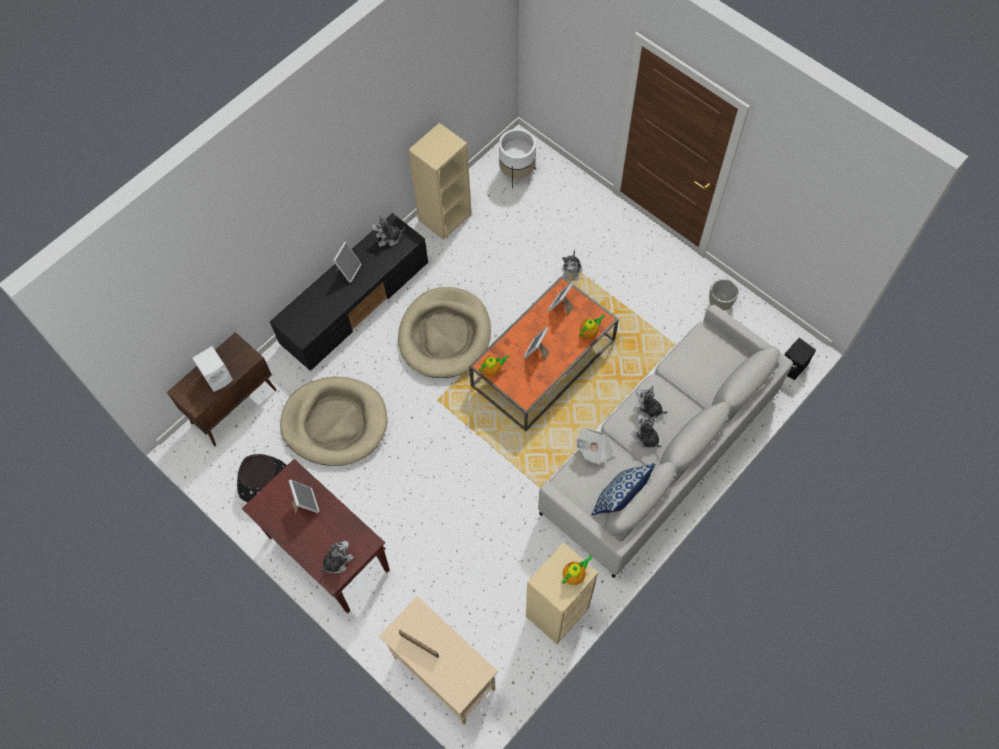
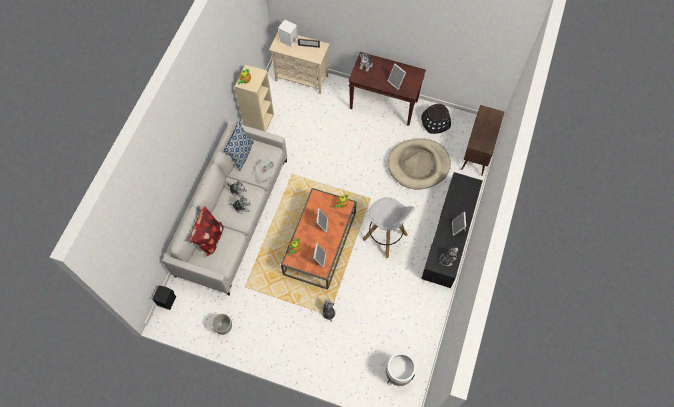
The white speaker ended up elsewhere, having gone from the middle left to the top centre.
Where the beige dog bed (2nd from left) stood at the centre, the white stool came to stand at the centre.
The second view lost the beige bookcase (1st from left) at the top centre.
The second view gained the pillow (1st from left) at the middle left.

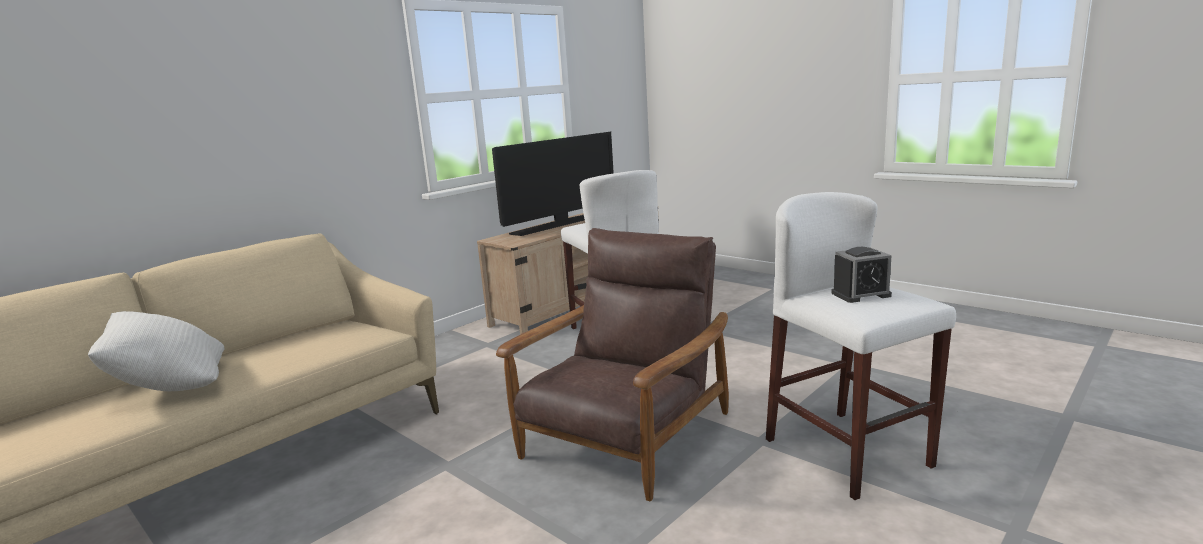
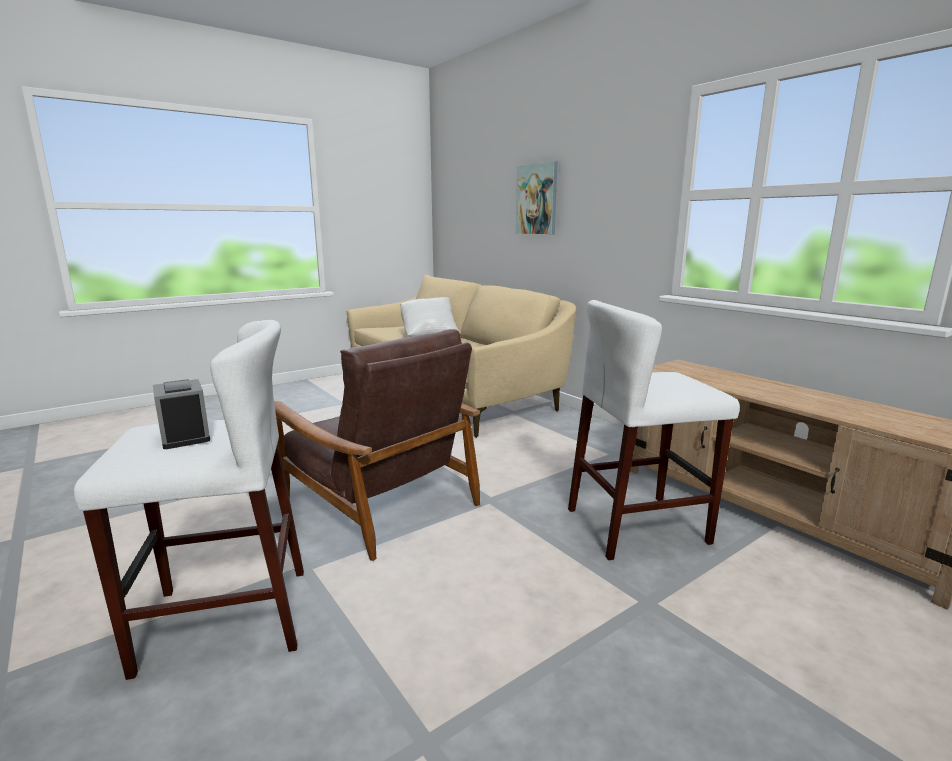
The second view lost the television at the centre.
The alarm clock at the middle right ended up facing another way, 150 degrees clockwise from before.
The second view gained the picture at the top centre.

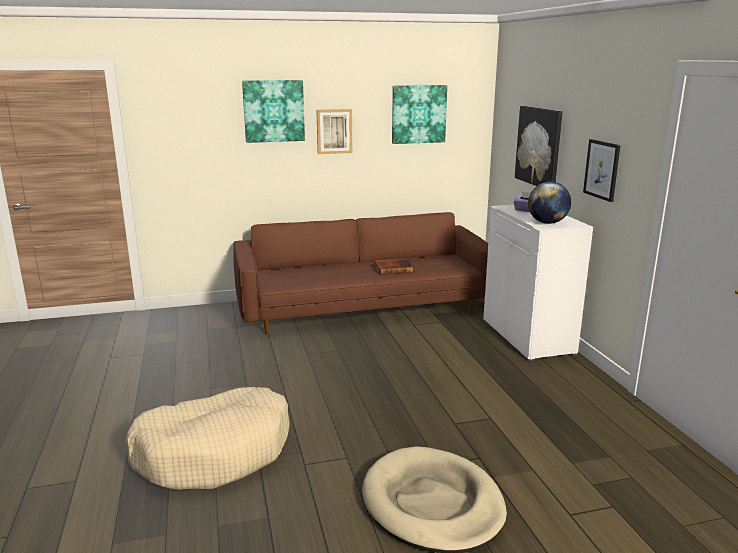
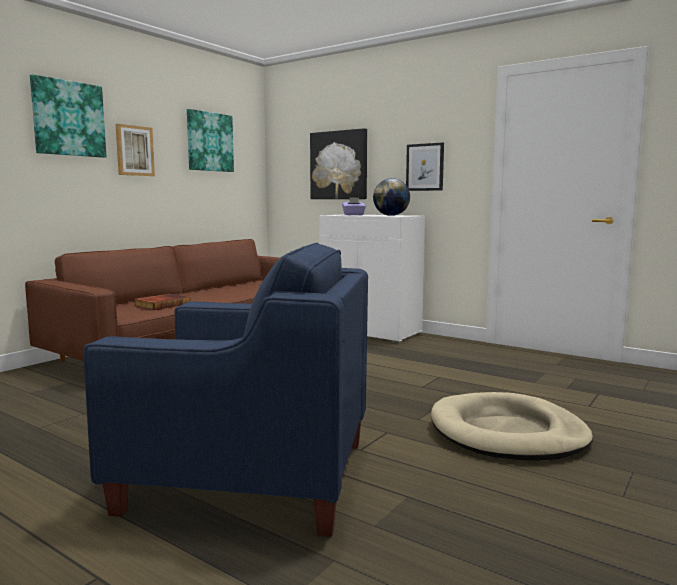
Where the beige dog bed (1st from left) stood at the bottom left, the blue armchair came to stand at the bottom left.
The book ended up elsewhere, having gone from the centre to the middle left.

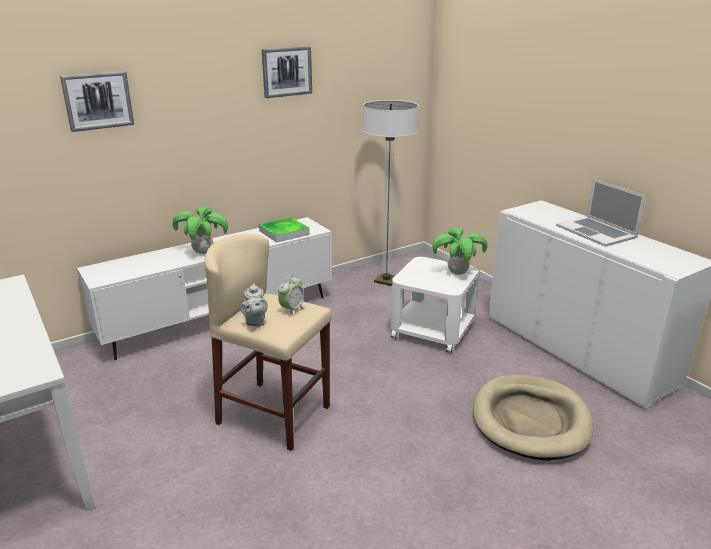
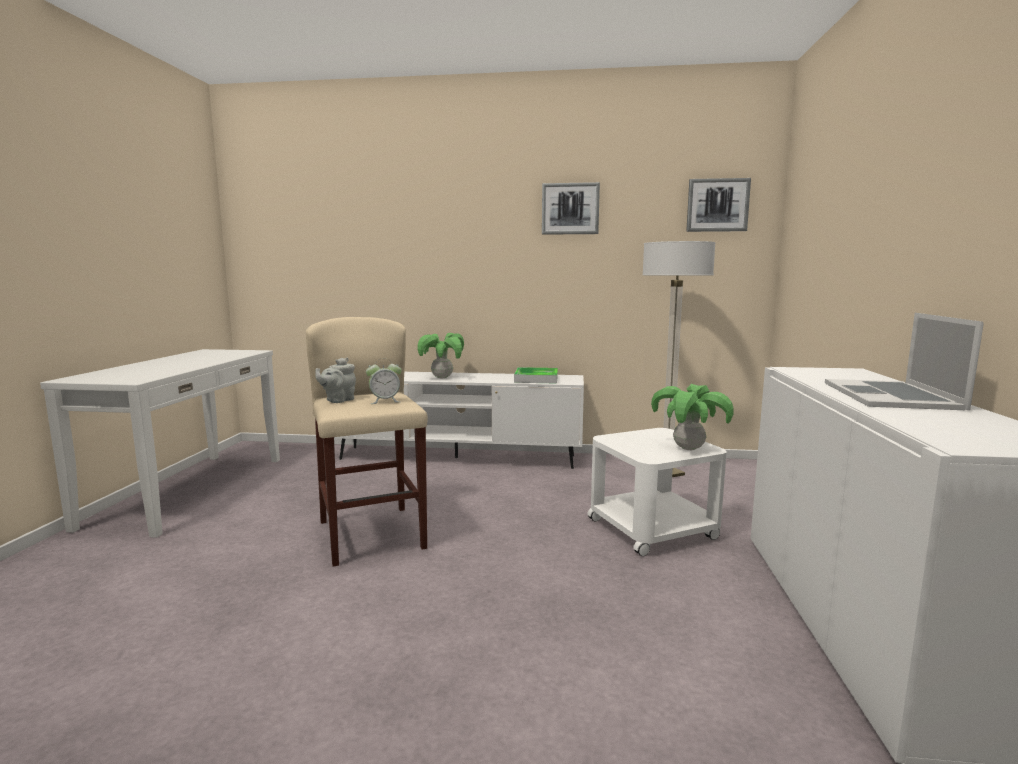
The picture (1st from left in the first image) ended up elsewhere, having gone from the top left to the top right.
The second view lost the beige dog bed at the bottom right.

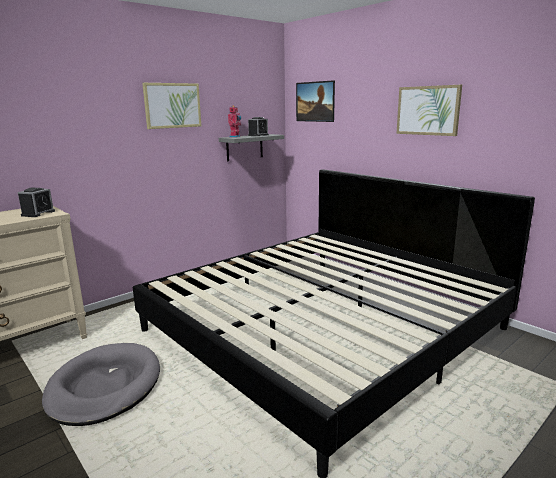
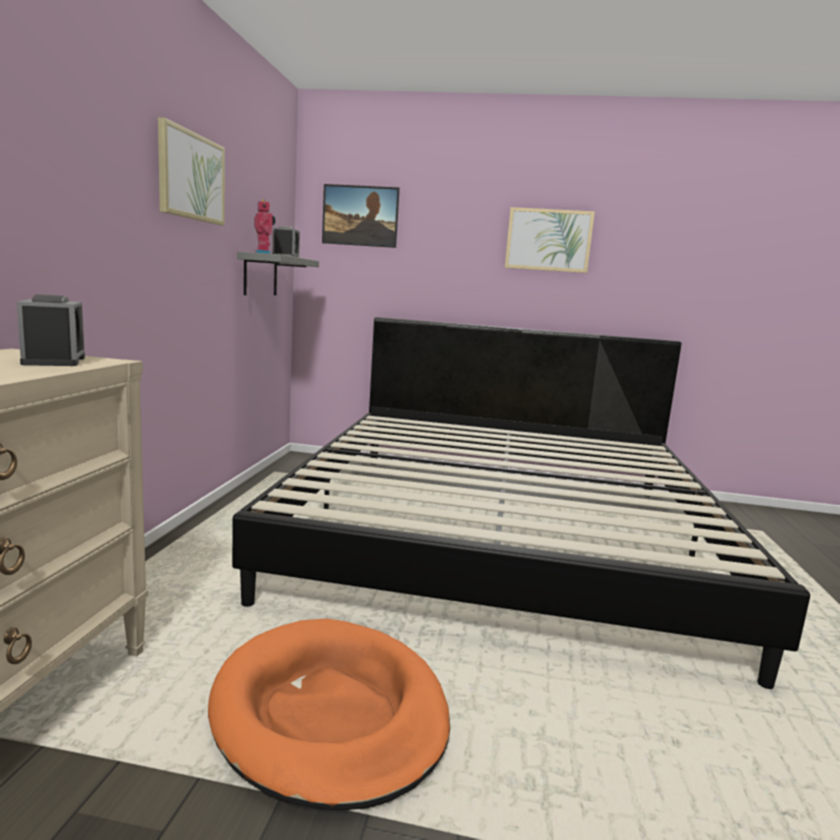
What was the grey dog bed at the bottom left turned into the orange dog bed at the bottom centre.

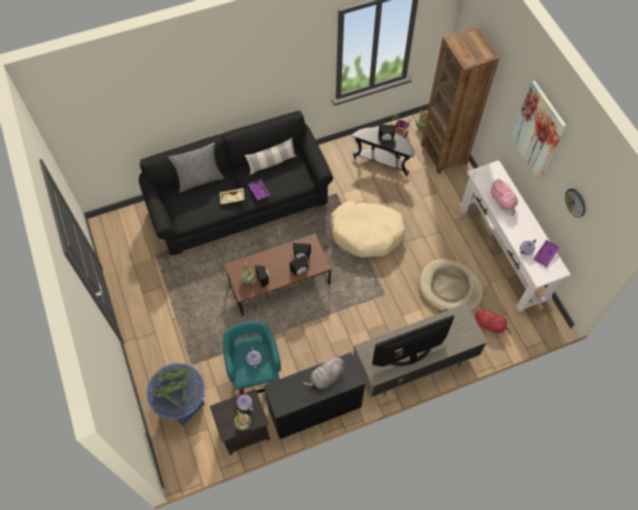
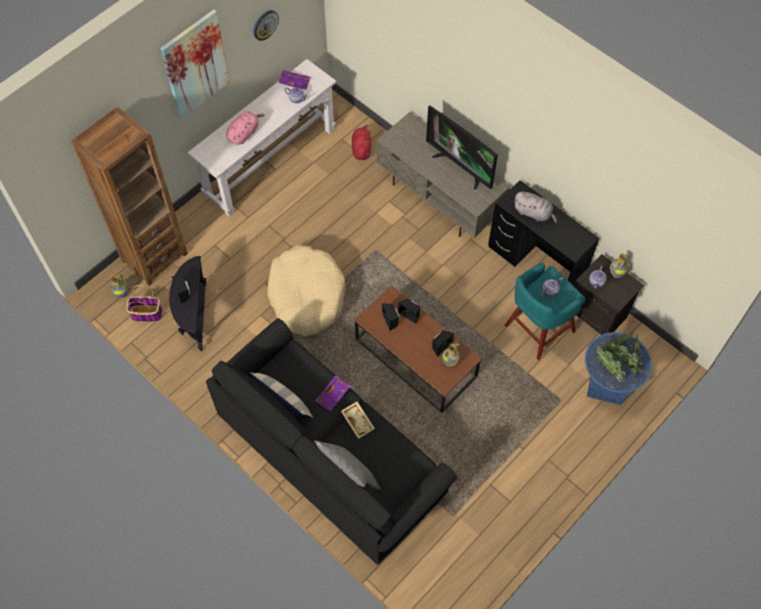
The second view lost the beige dog bed (2nd from left) at the middle right.

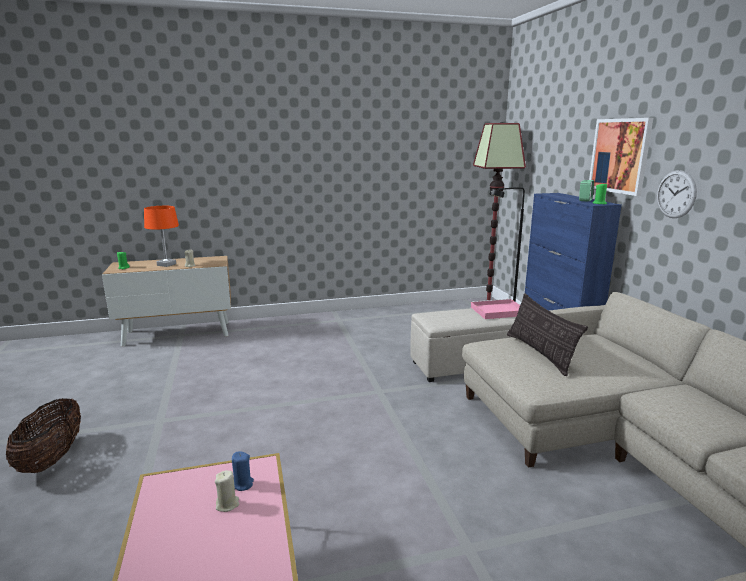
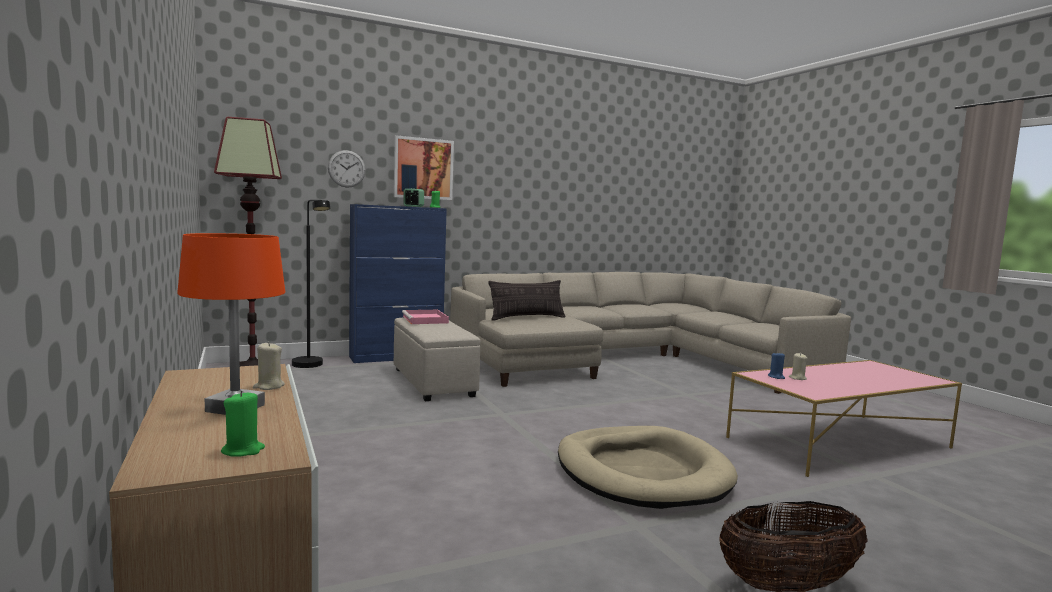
The wall clock ended up elsewhere, having gone from the middle right to the top left.
The second view gained the beige dog bed at the bottom centre.

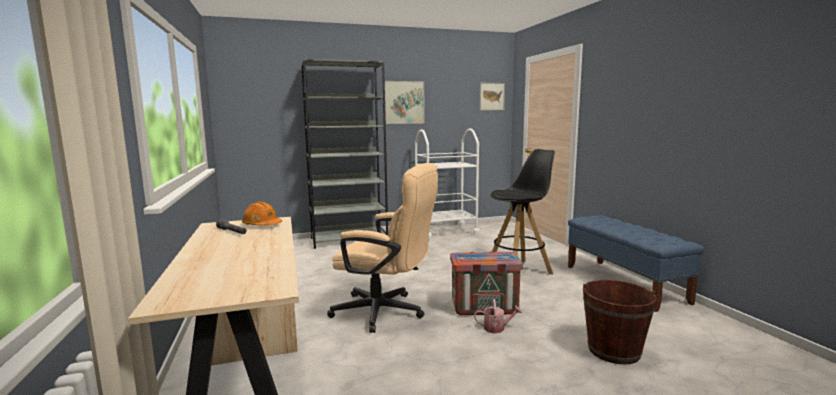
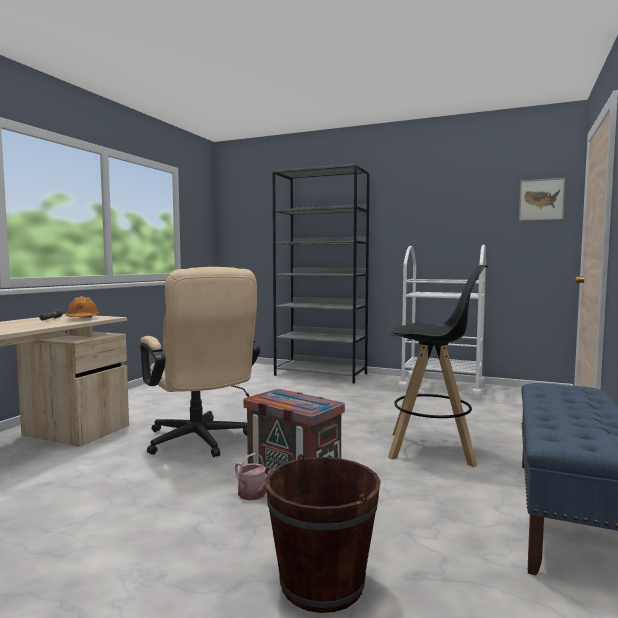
The second view lost the picture (1st from left) at the top centre.

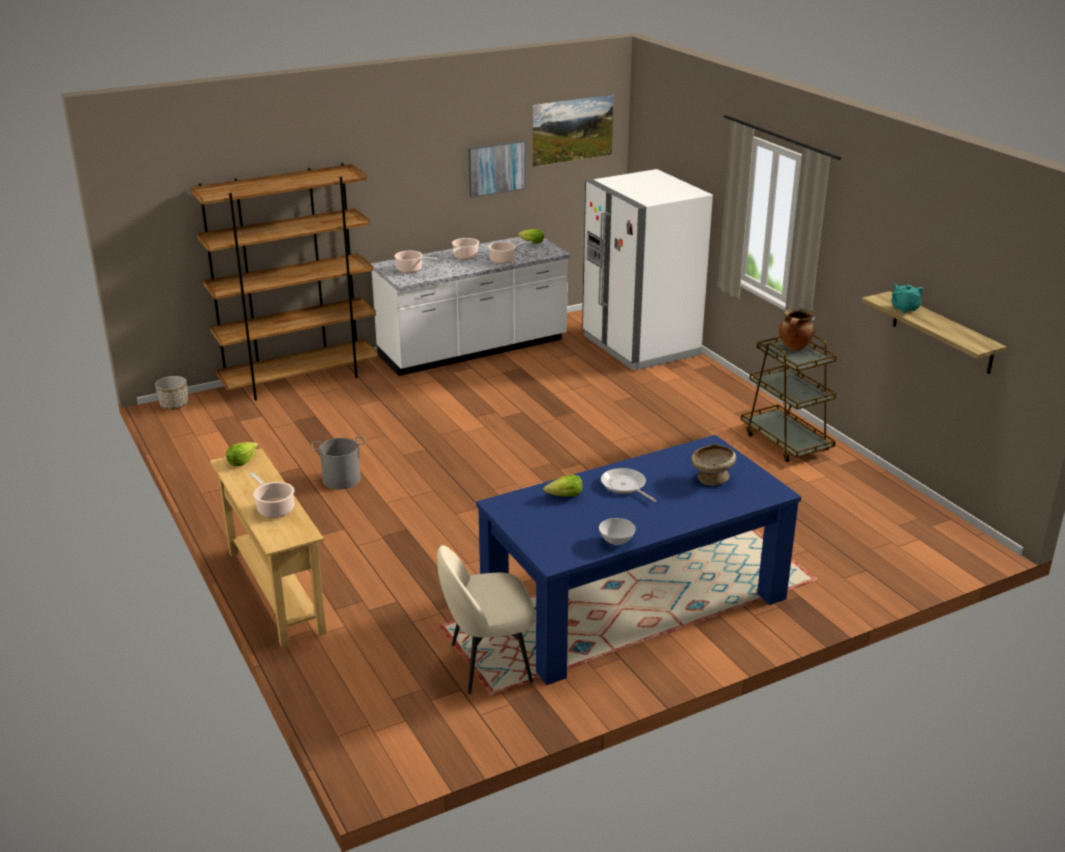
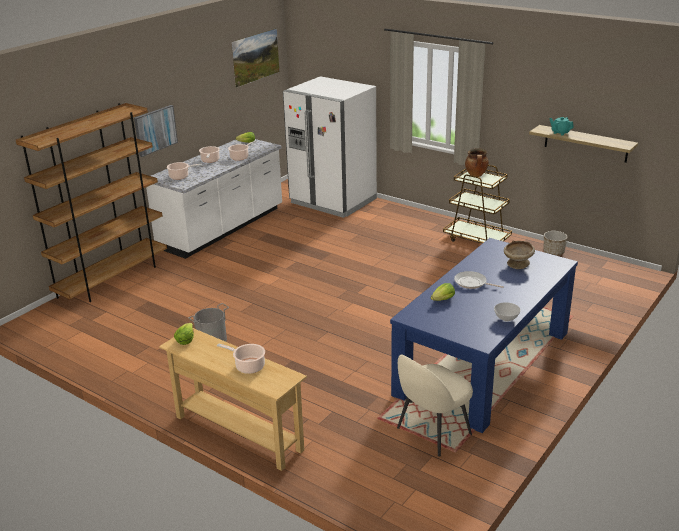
The planter ended up elsewhere, having gone from the middle left to the middle right.
The picture (1st from left) ended up elsewhere, having gone from the top centre to the top left.

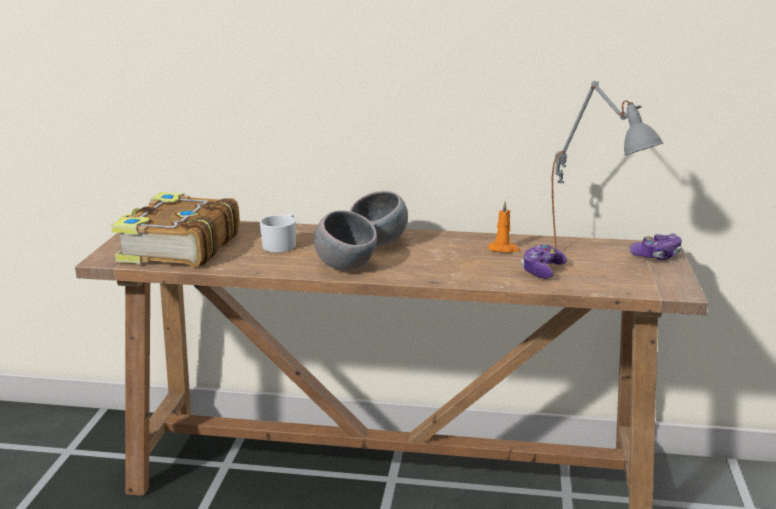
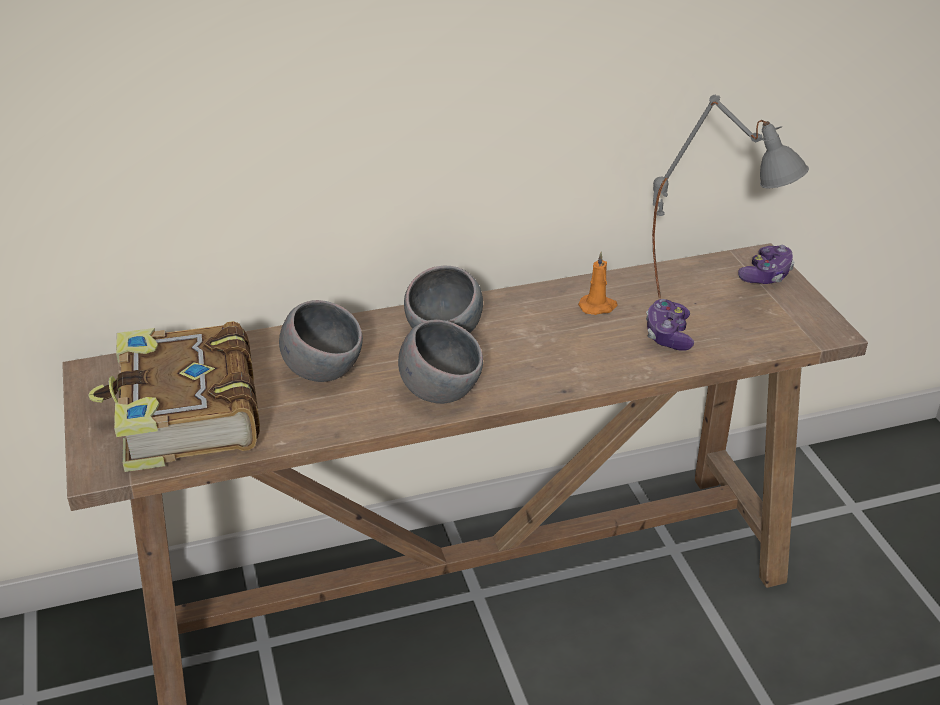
Where the white mug stood at the centre, the grey bowl (1st from left) came to stand at the centre.

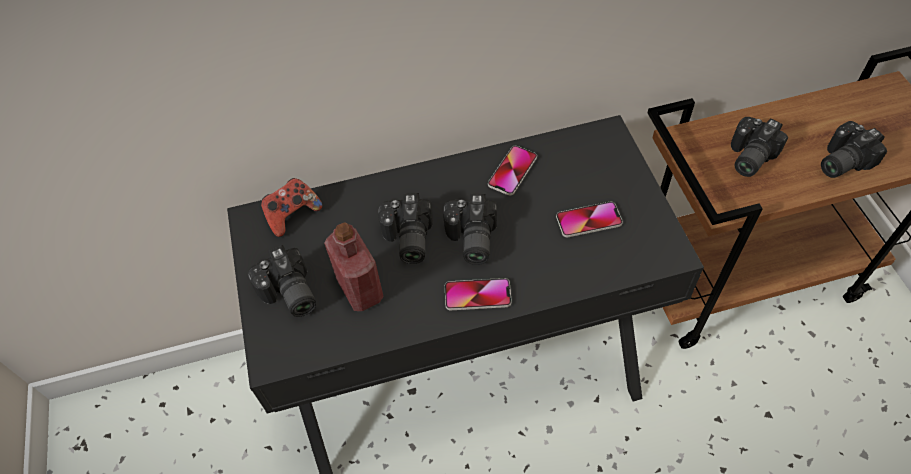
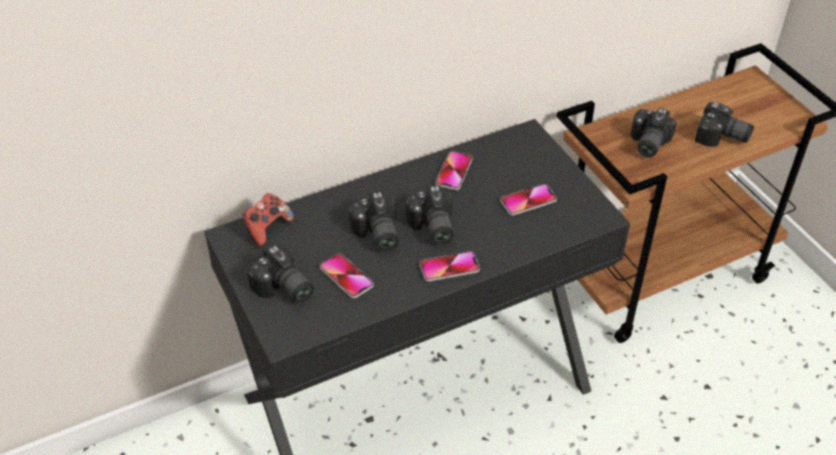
Where the red bottle stood at the centre, the phone (1st from left) came to stand at the centre.
The photo camera (5th from left) at the top right ended up facing another way, 105 degrees counterclockwise from before.

